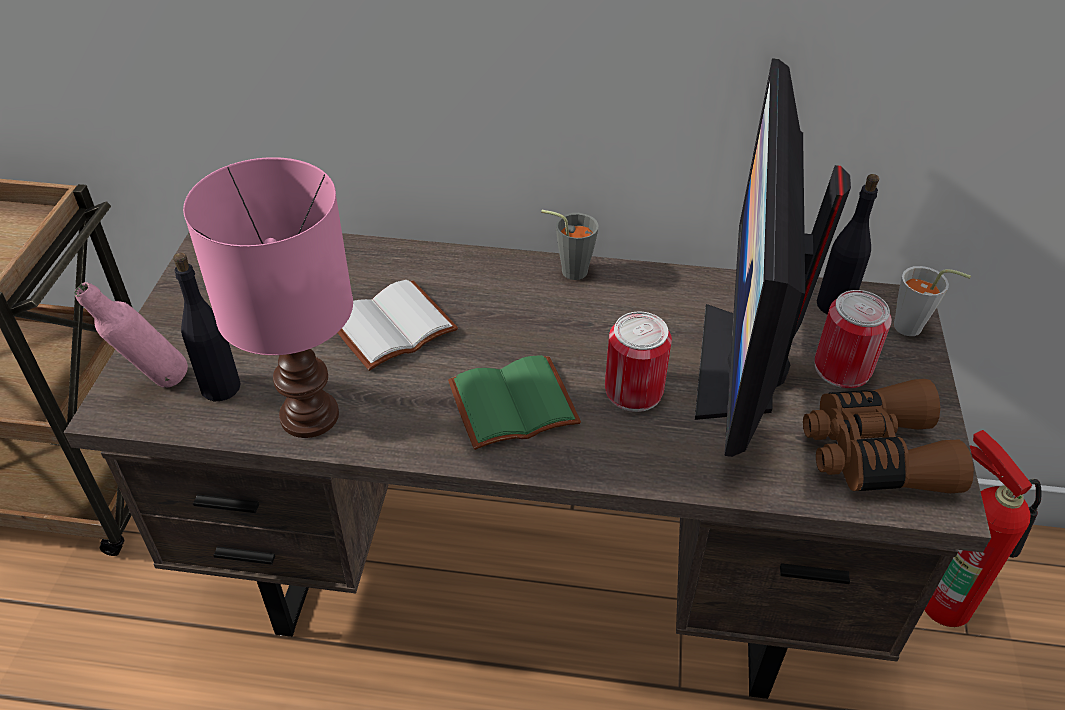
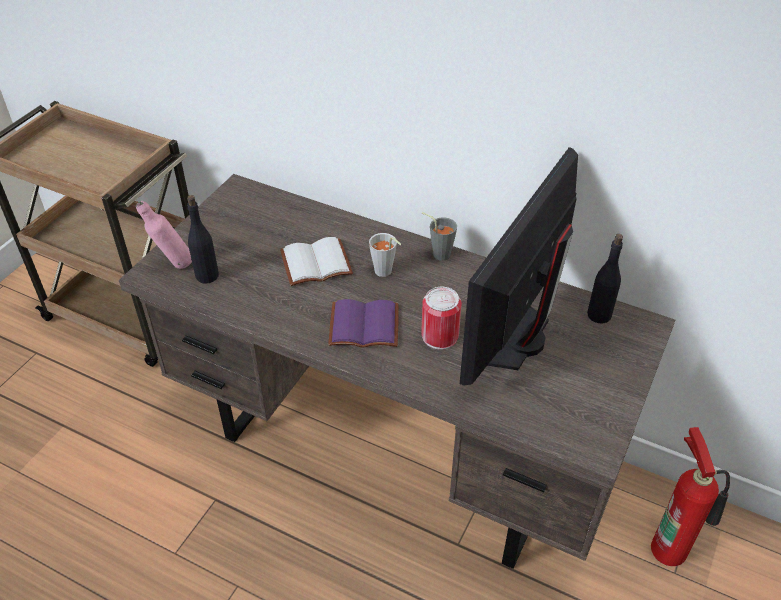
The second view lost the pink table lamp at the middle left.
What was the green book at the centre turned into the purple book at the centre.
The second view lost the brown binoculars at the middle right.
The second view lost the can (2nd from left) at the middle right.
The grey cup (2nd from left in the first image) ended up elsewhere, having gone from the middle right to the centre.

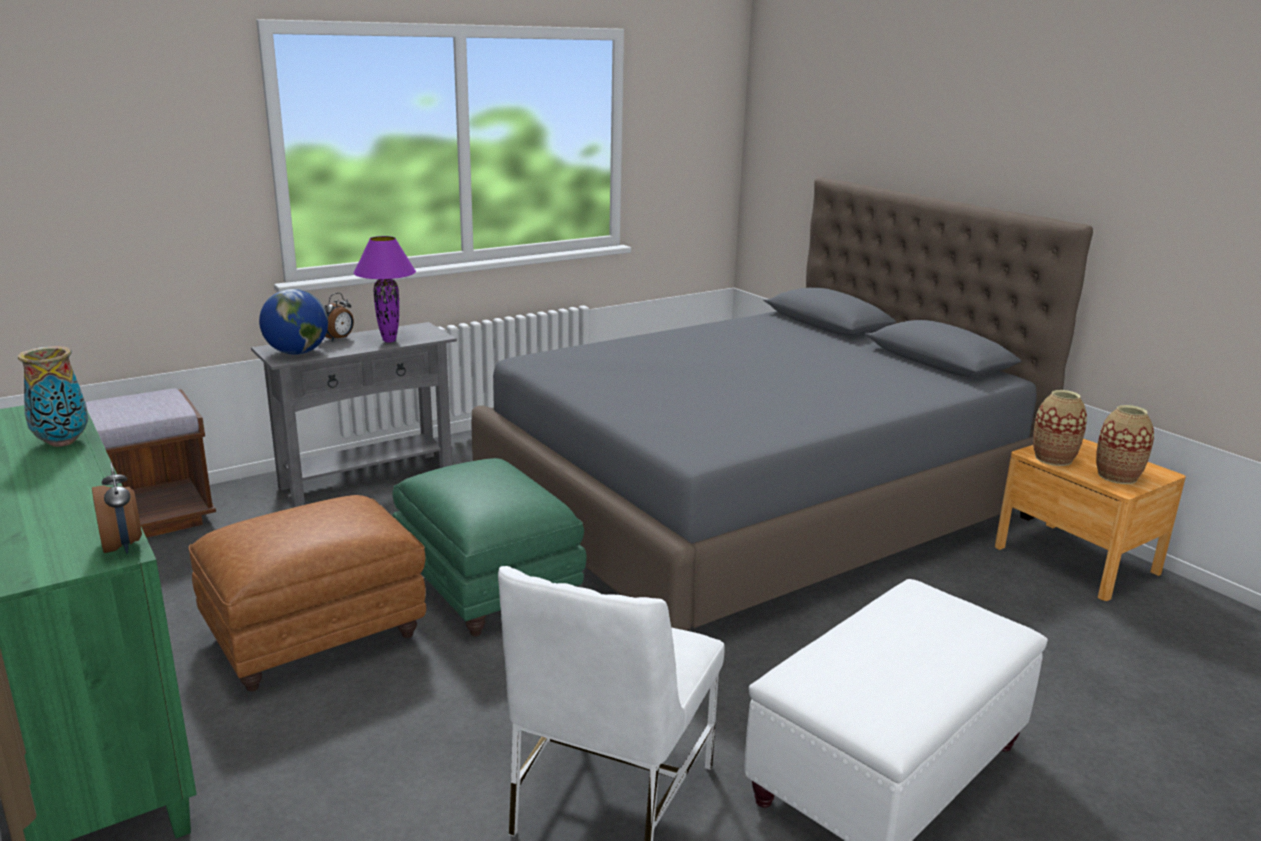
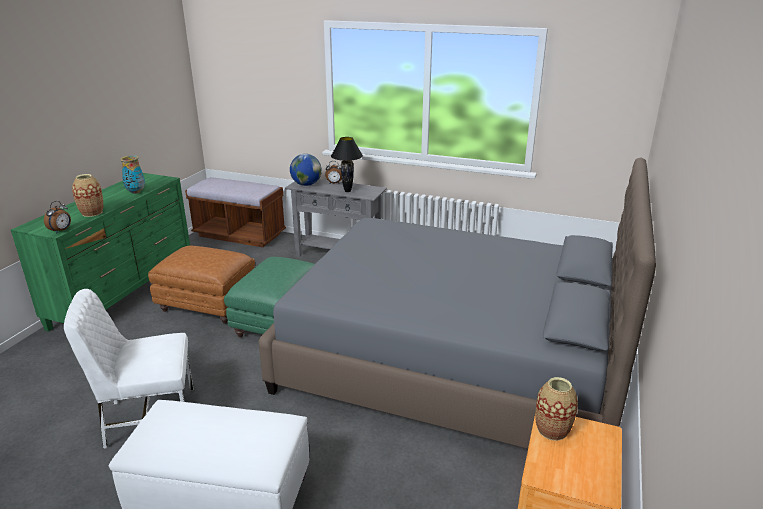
What was the purple table lamp at the middle left turned into the black table lamp at the top centre.
The vase (3rd from left in the first image) ended up elsewhere, having gone from the middle right to the middle left.

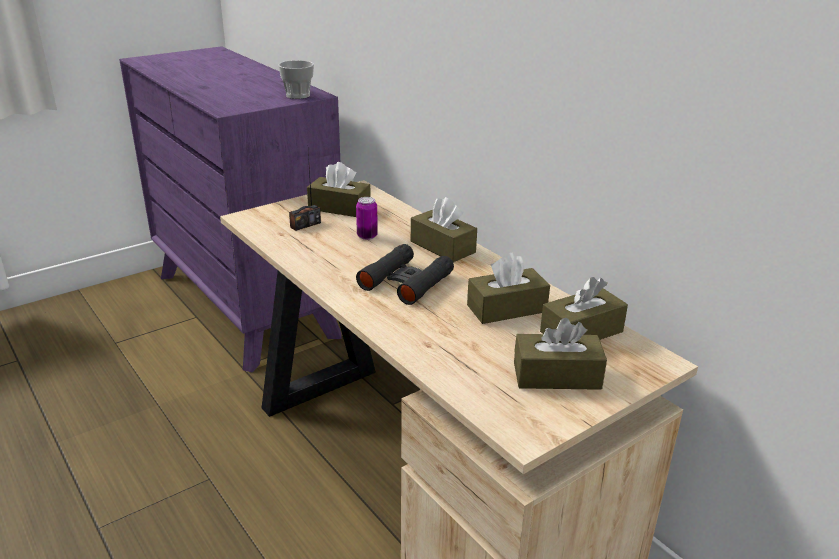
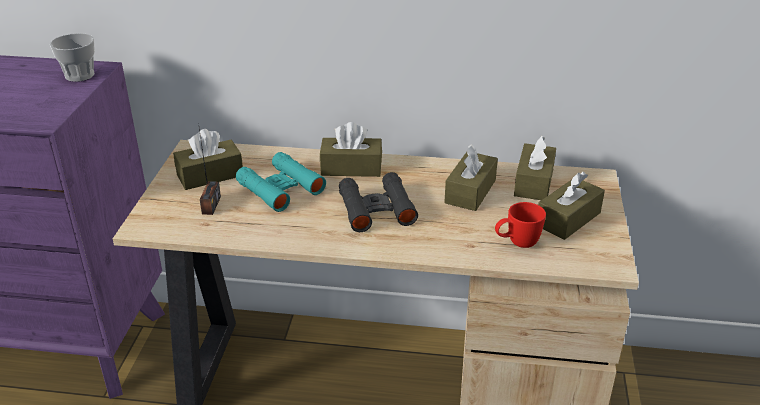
Where the can stood at the centre, the turquoise binoculars came to stand at the centre.
The second view gained the red mug at the middle right.

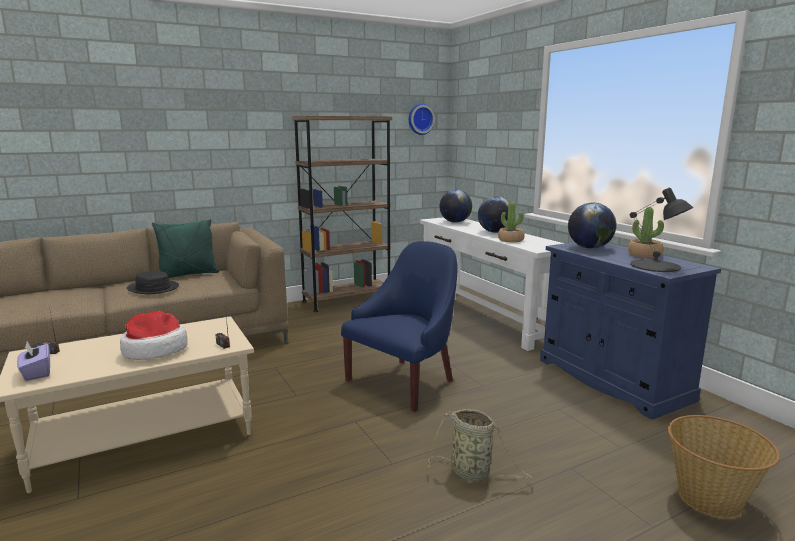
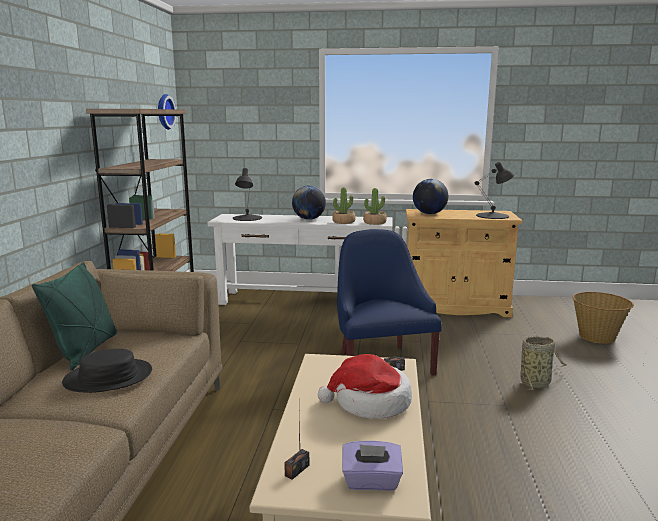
Where the globe (1st from left) stood at the centre, the black table lamp (1st from left) came to stand at the centre.
What was the blue cabinet at the middle right turned into the beige cabinet at the middle right.
The potted plant (2nd from left) ended up elsewhere, having gone from the middle right to the centre.

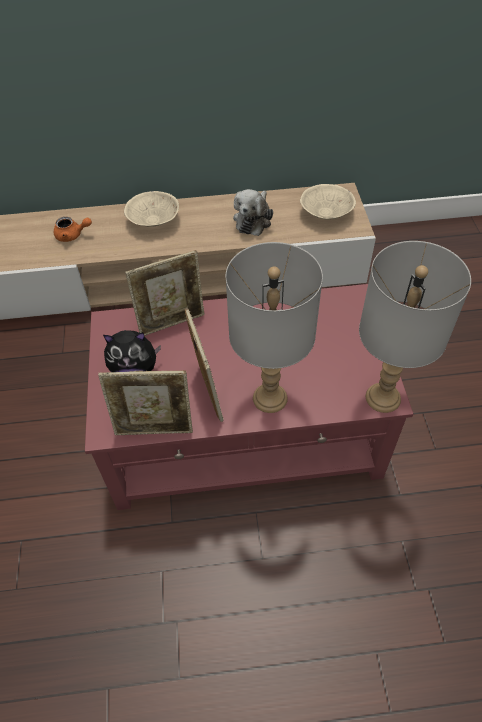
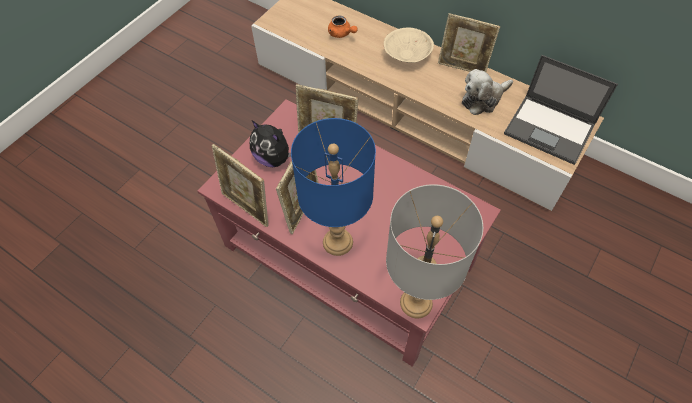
What was the grey table lamp (1st from left) at the centre turned into the blue table lamp at the centre.
Where the beige bowl (2nd from left) stood at the top right, the laptop came to stand at the top right.
The second view gained the picture frame (4th from left) at the top right.

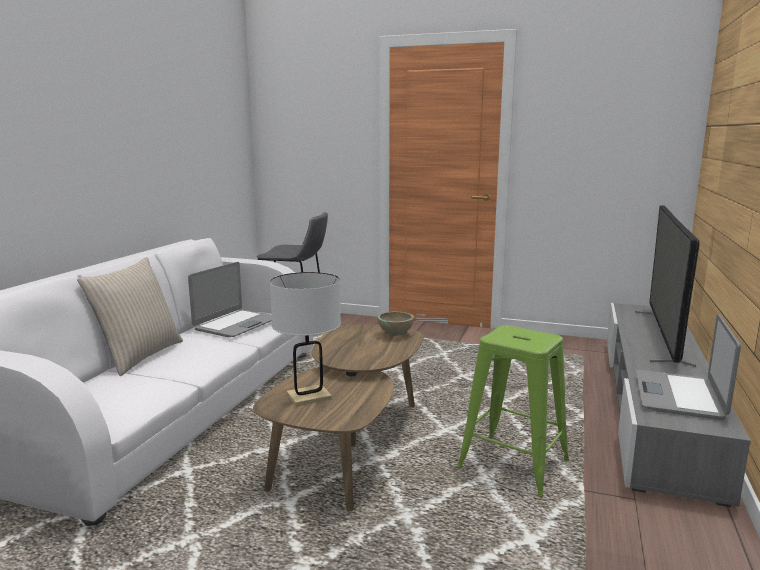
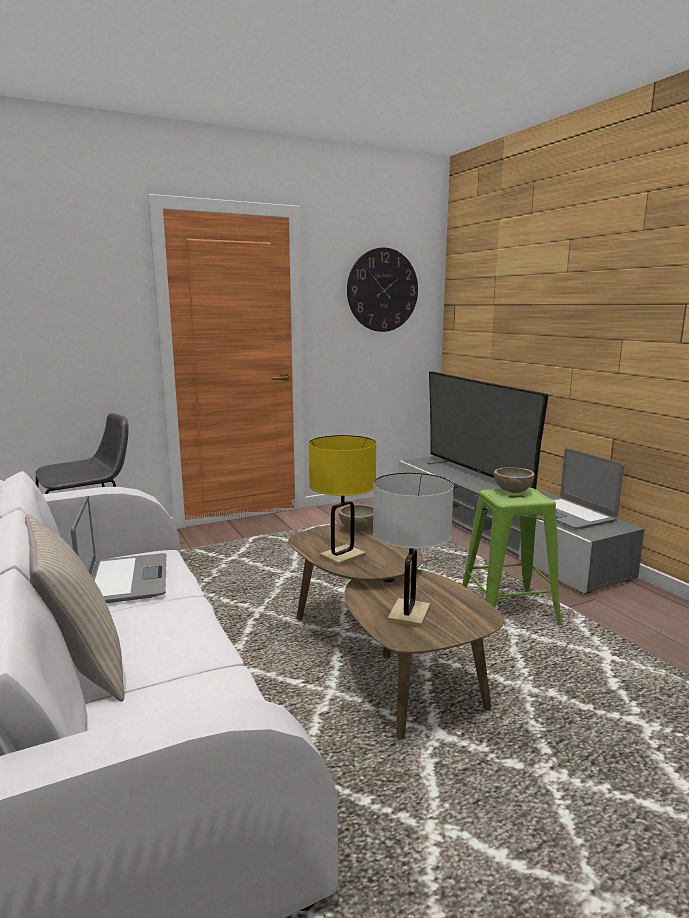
The second view gained the yellow table lamp at the centre.
The second view gained the wall clock at the top centre.
The second view gained the beige bowl (2nd from left) at the middle right.

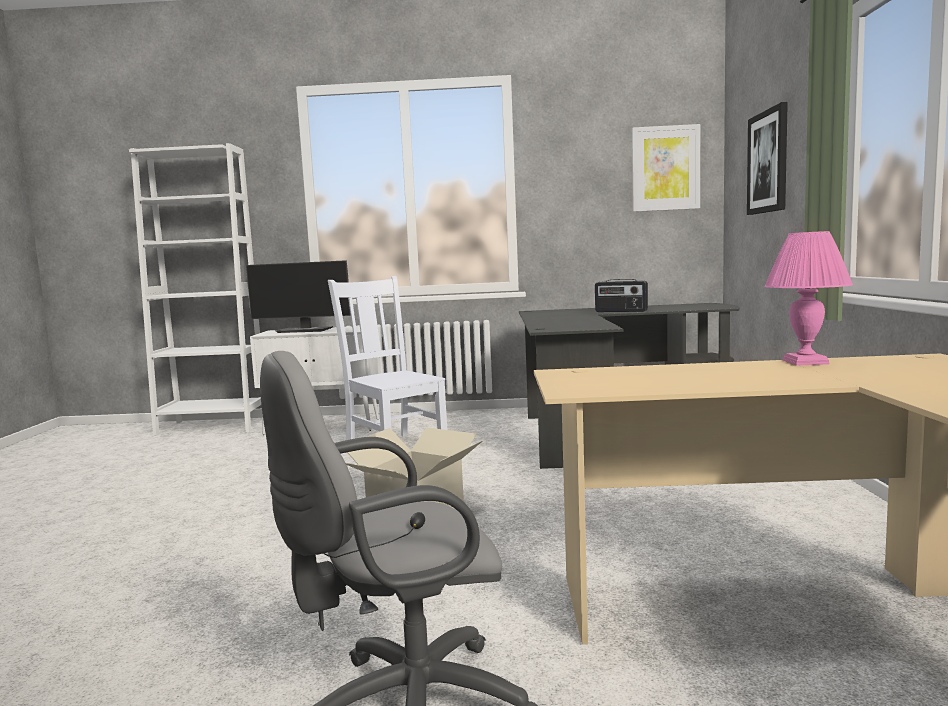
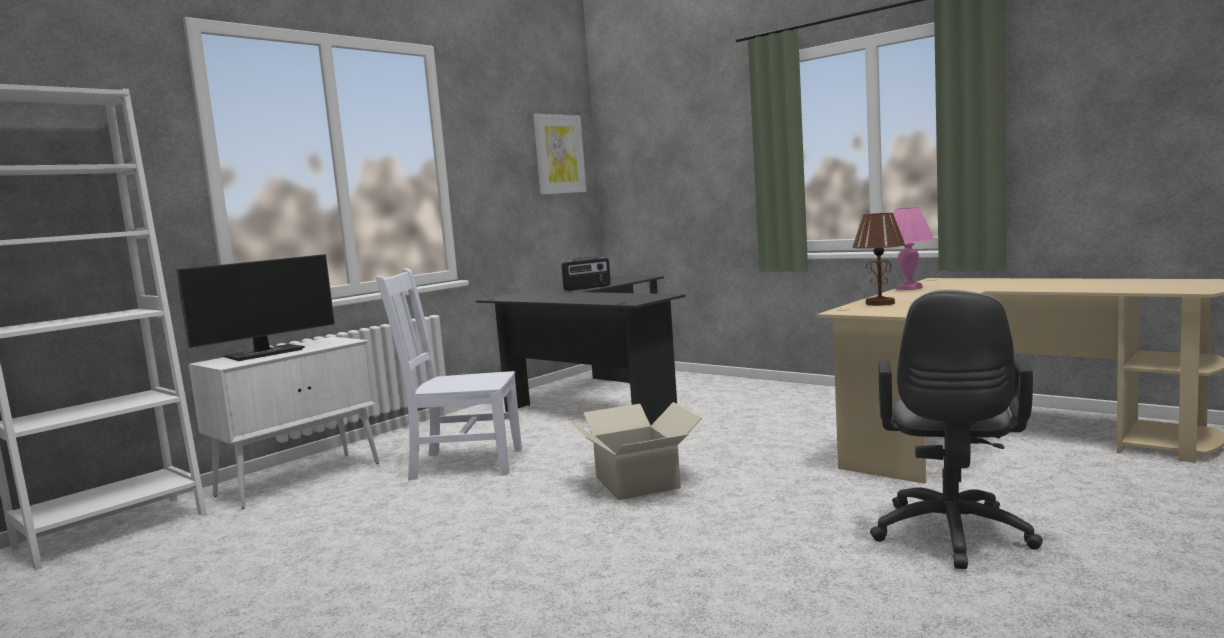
The second view lost the picture (2nd from left) at the top right.
The second view gained the brown table lamp at the middle right.

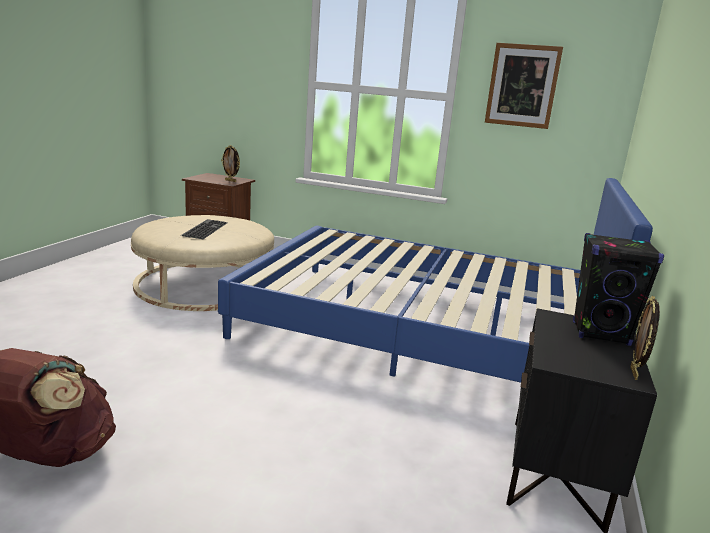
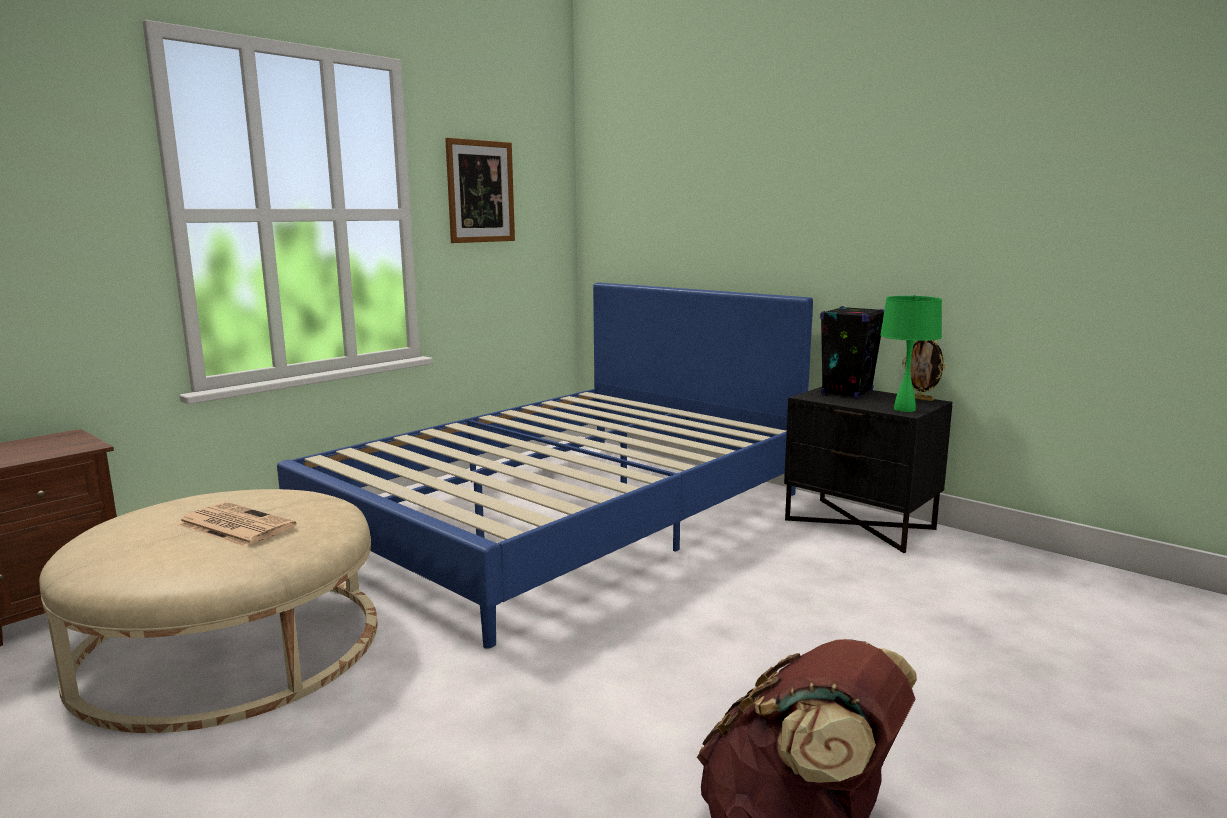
Where the keyboard stood at the middle left, the newspaper came to stand at the middle left.
The second view lost the picture frame (1st from left) at the top left.
The second view gained the green table lamp at the middle right.

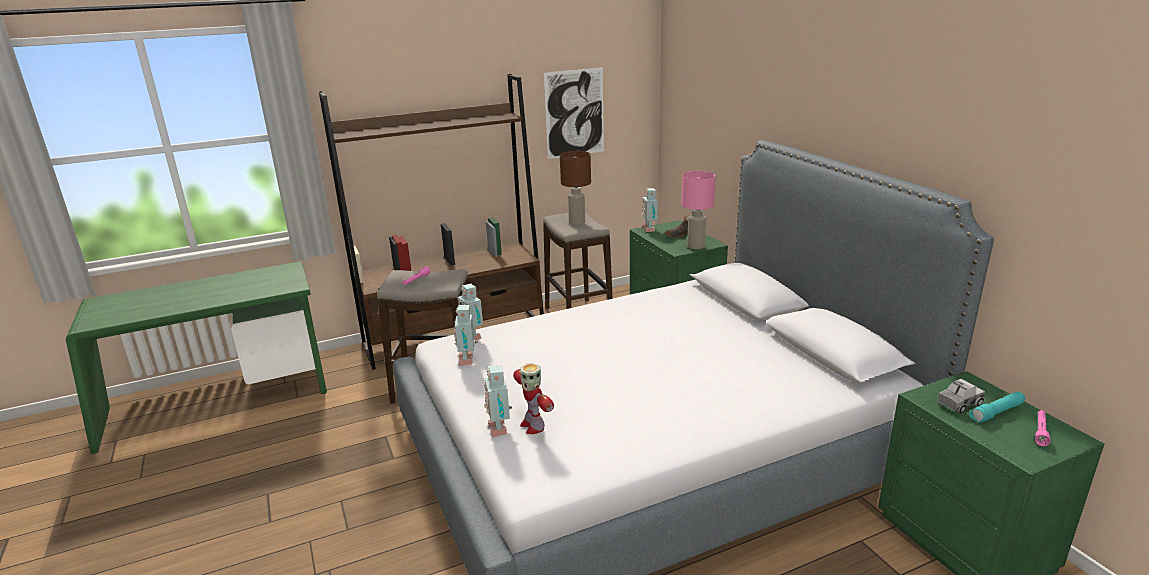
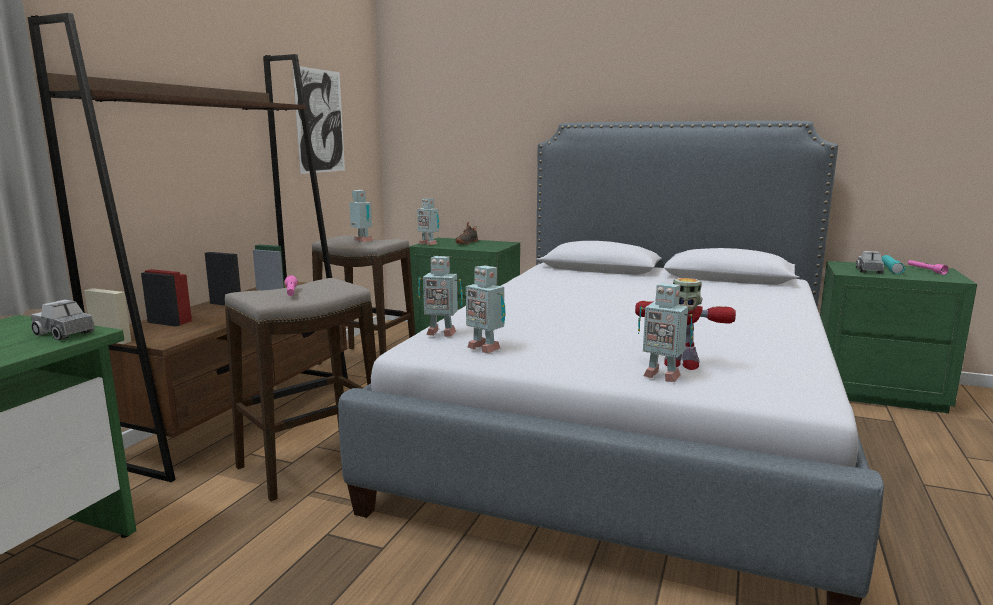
Where the brown table lamp stood at the top centre, the toy robot (1st from left) came to stand at the centre.
The second view lost the pink table lamp at the centre.
The second view gained the toy truck (1st from left) at the middle left.

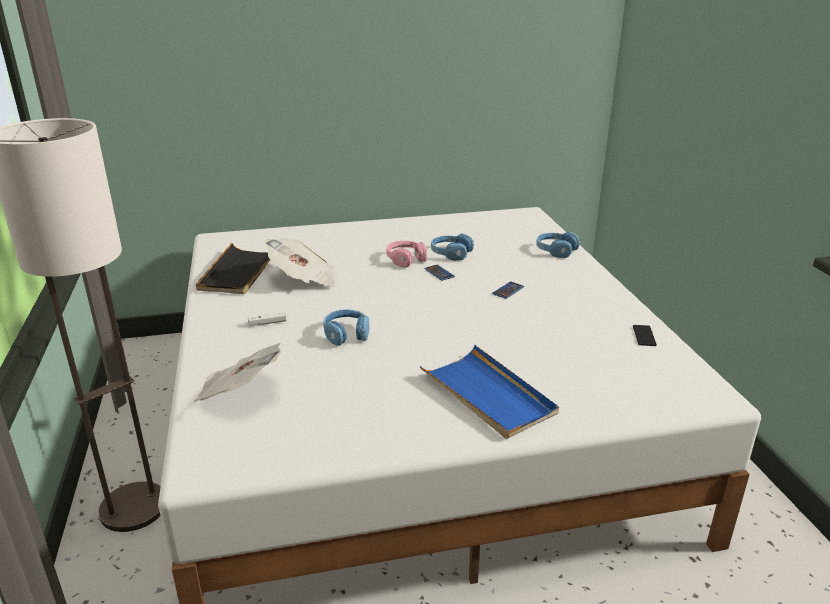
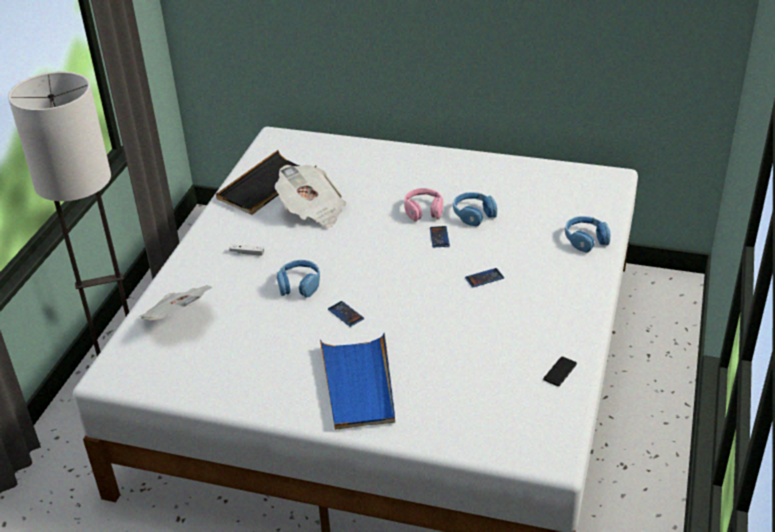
The second view gained the phone (1st from left) at the centre.

